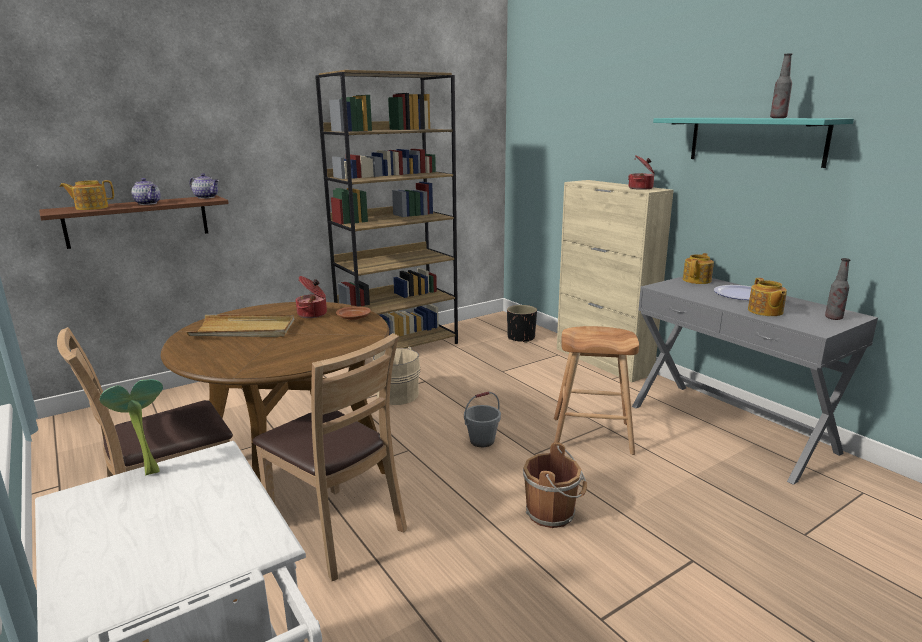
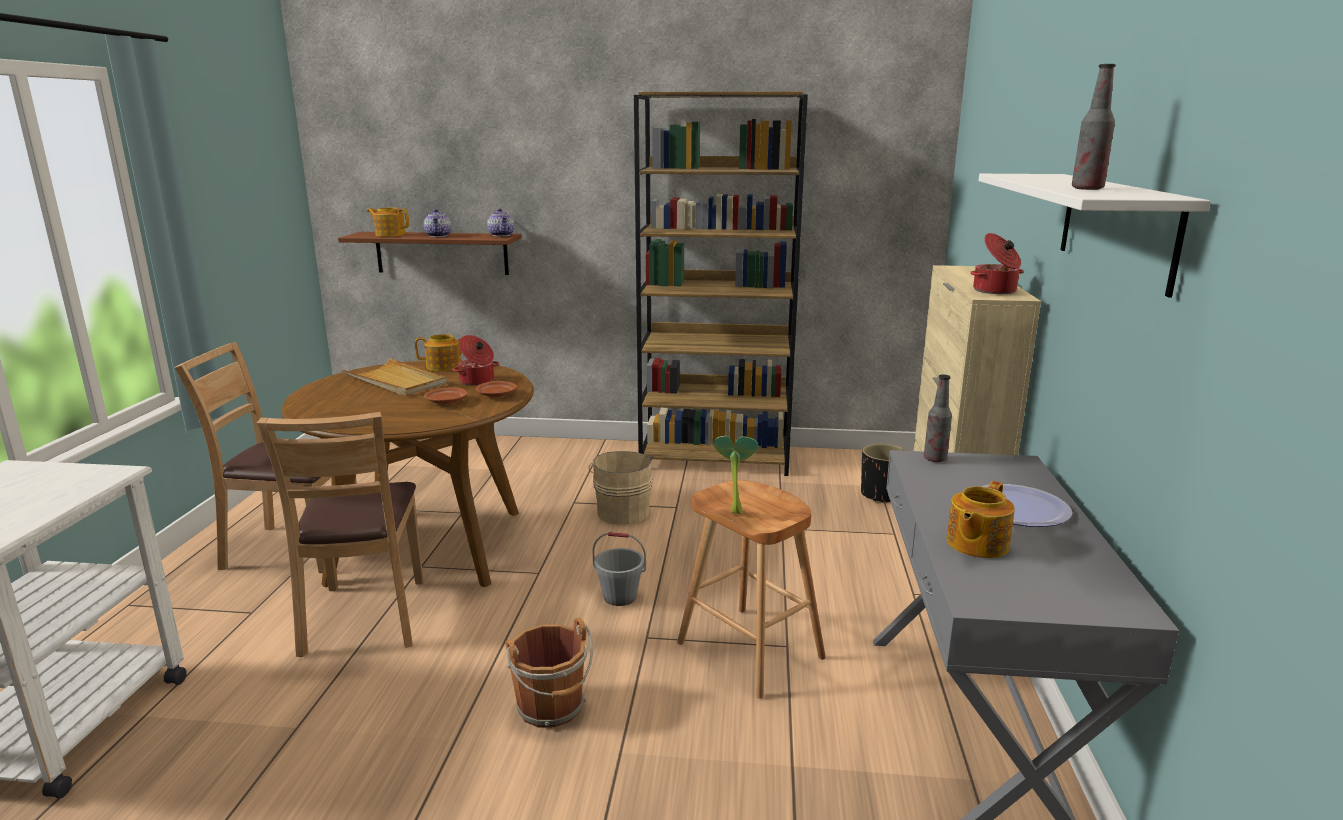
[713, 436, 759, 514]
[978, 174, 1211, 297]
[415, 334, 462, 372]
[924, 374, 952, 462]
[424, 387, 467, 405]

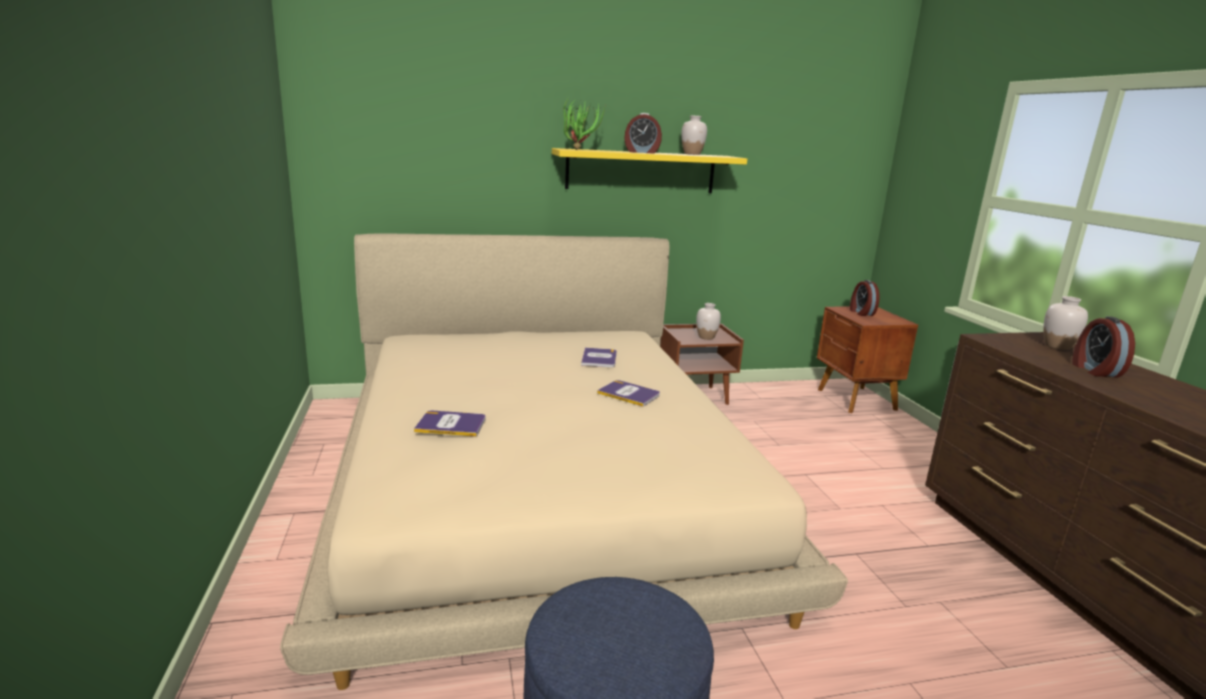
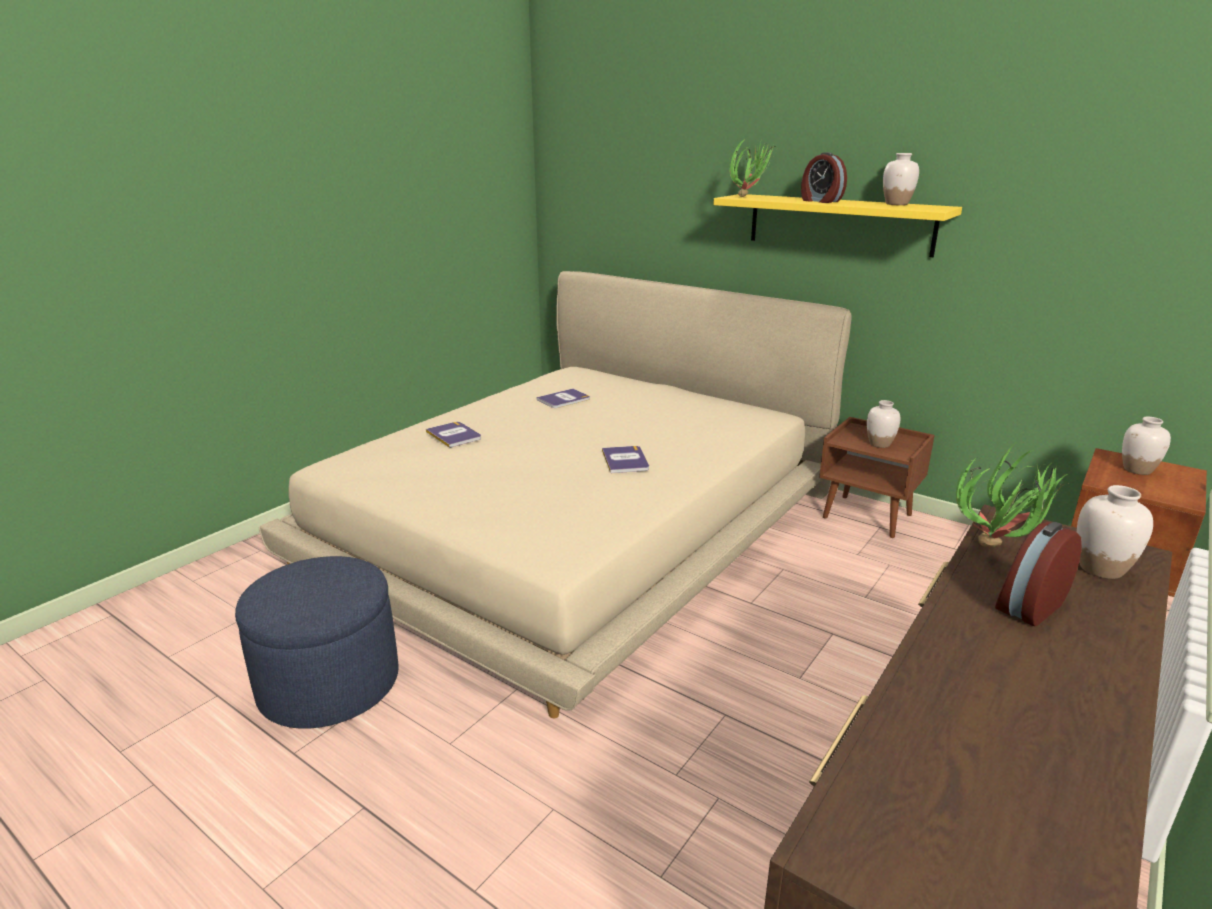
[537, 389, 590, 408]
[1122, 417, 1171, 475]
[956, 441, 1068, 547]

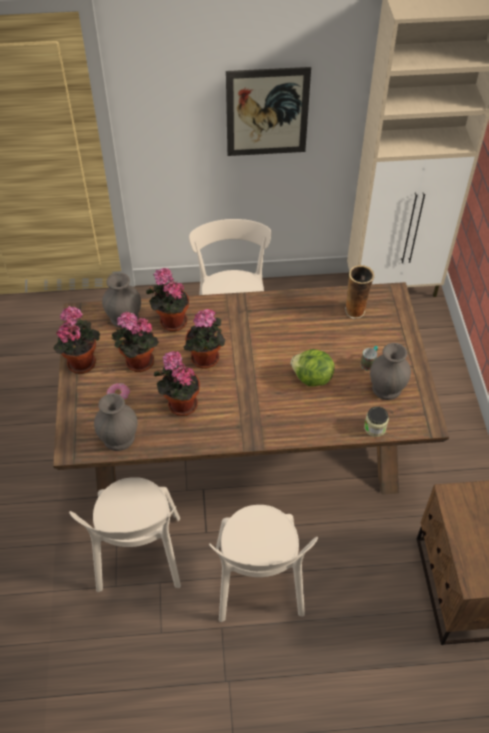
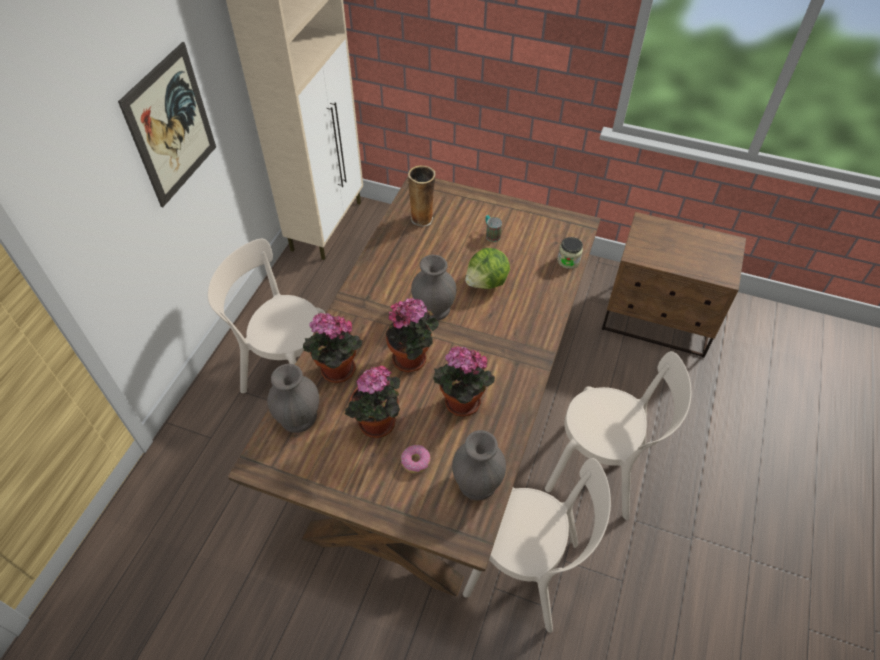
[53, 306, 100, 374] (first image)
[411, 255, 456, 321]

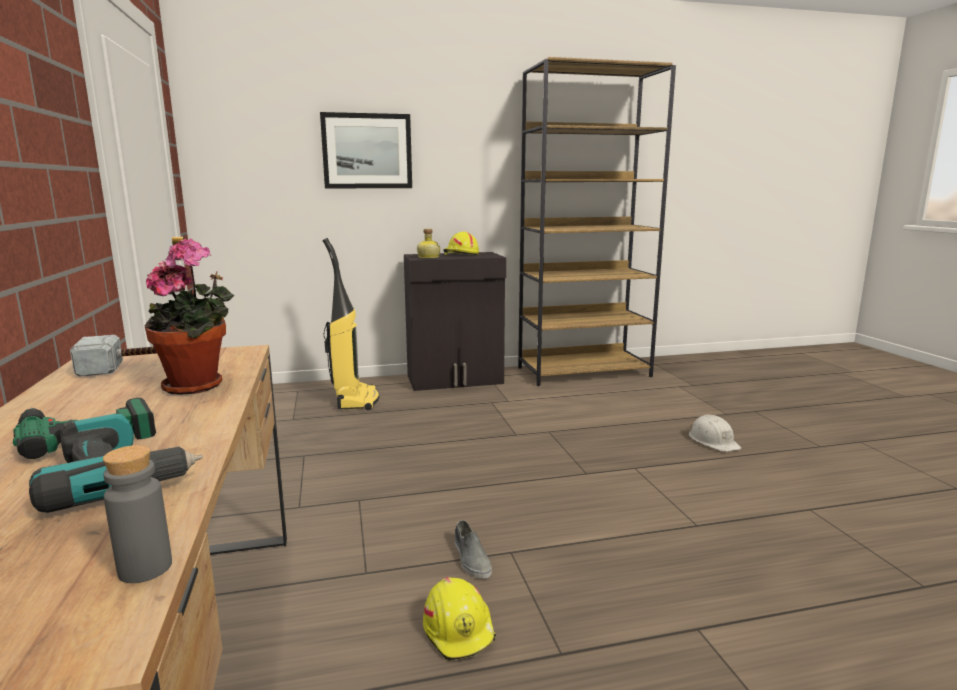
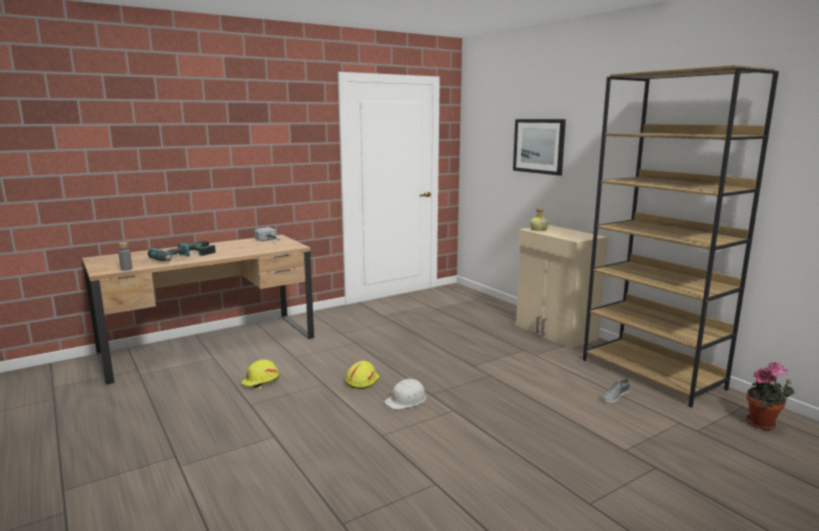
[746, 362, 794, 430]
[322, 238, 380, 410] (first image)
[516, 225, 608, 348]
[345, 361, 380, 389]
[602, 379, 630, 403]
[384, 379, 426, 409]

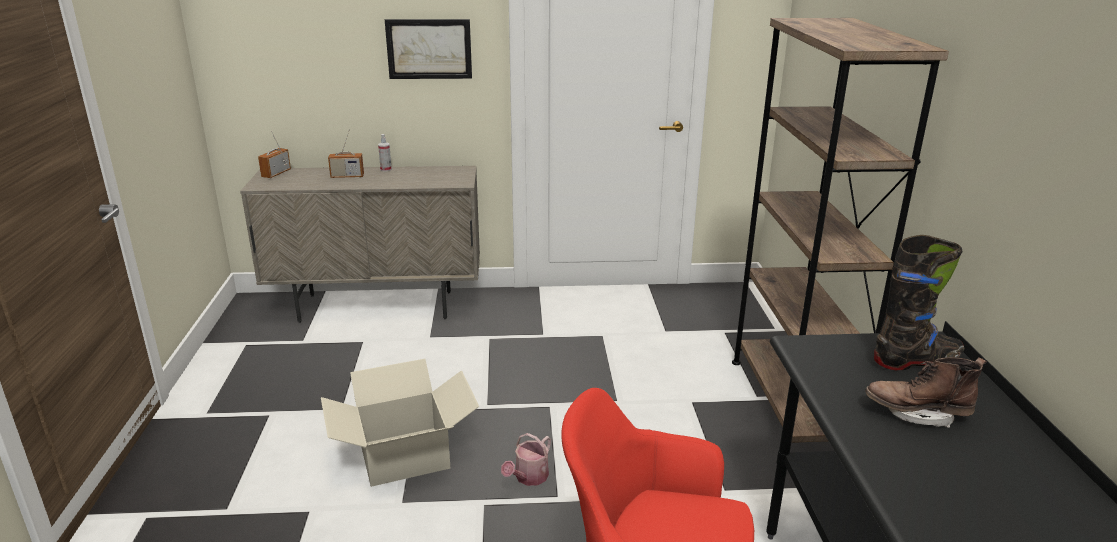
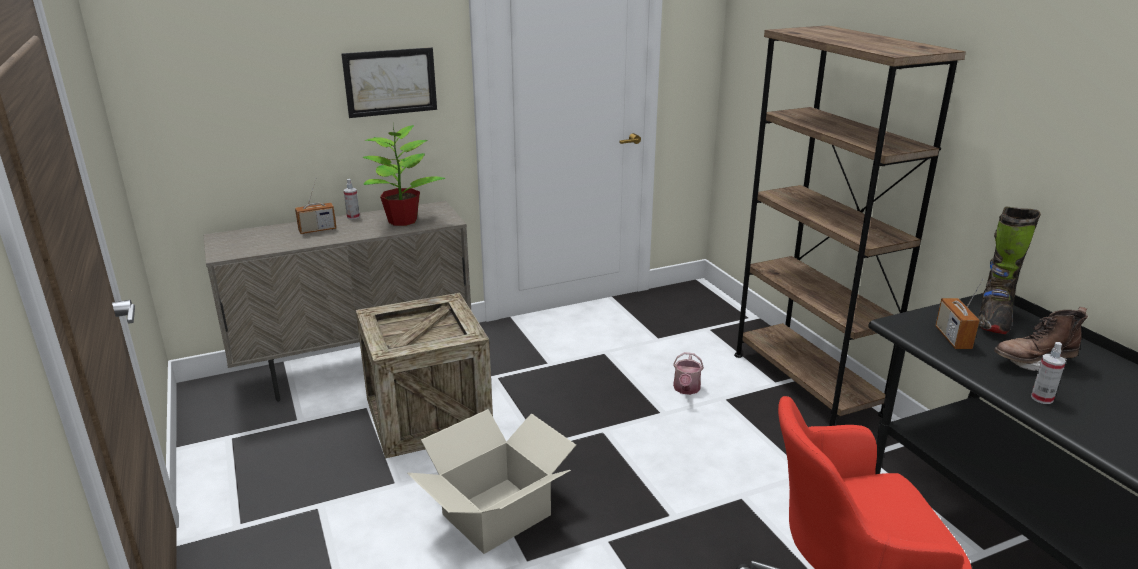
[935, 279, 983, 349]
[673, 352, 704, 395]
[978, 207, 1041, 334]
[356, 293, 493, 459]
[362, 123, 446, 226]
[1031, 342, 1066, 404]

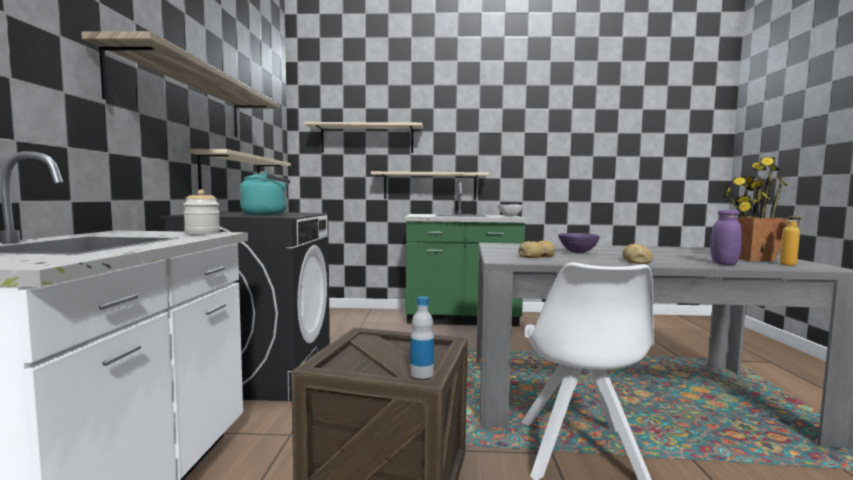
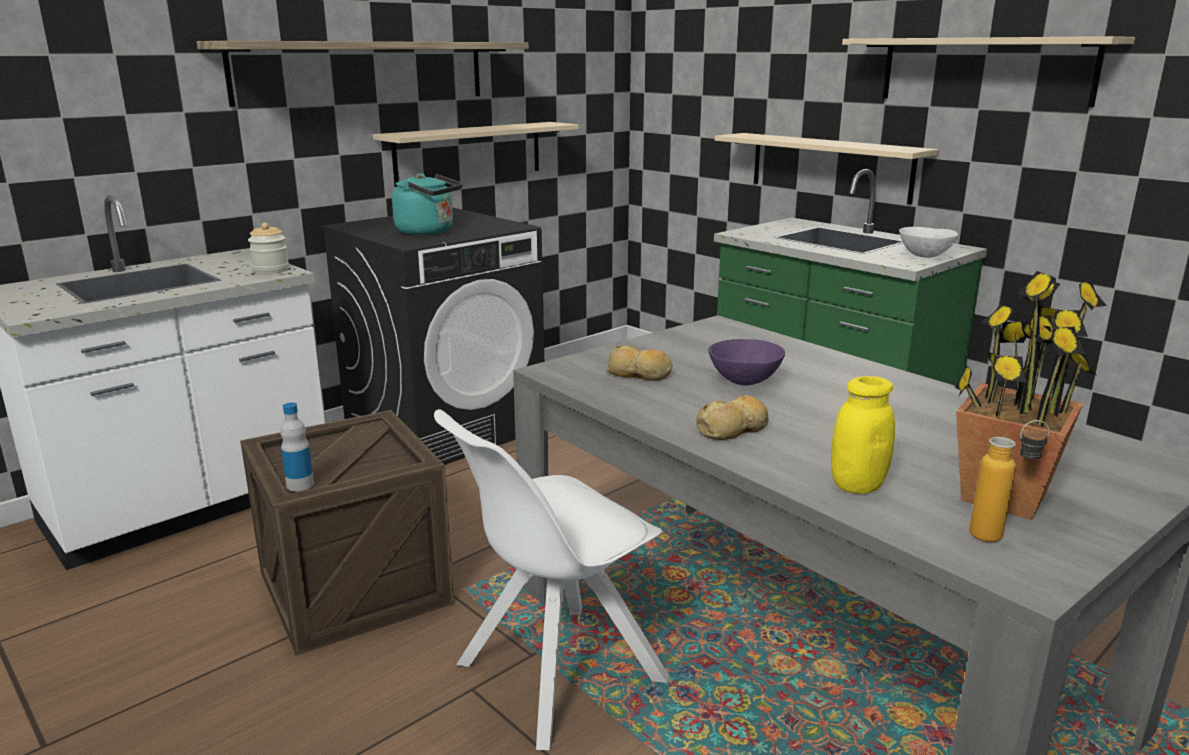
[842, 36, 1135, 108]
[831, 376, 895, 494]

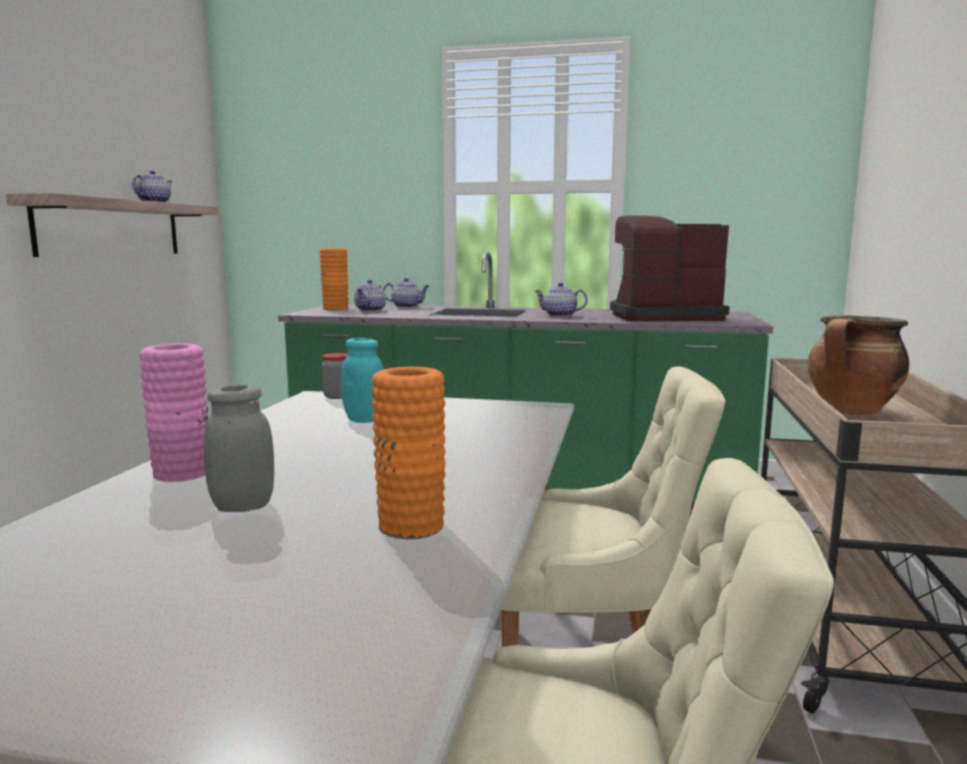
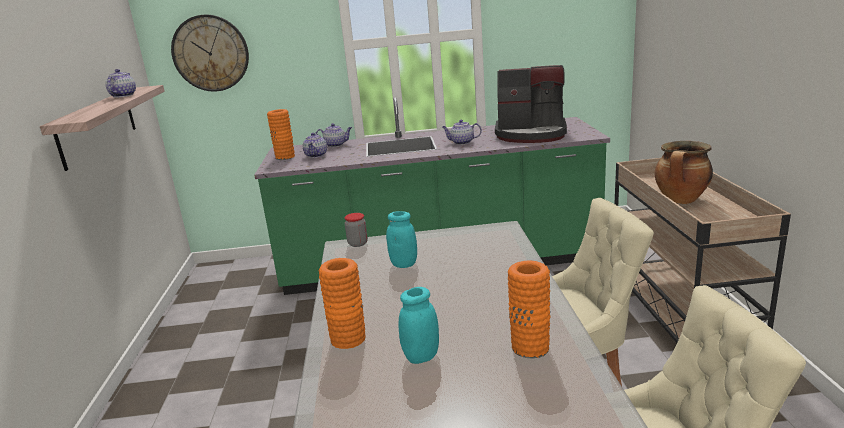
[319, 258, 366, 349]
[399, 287, 439, 364]
[495, 65, 567, 143]
[171, 15, 249, 92]

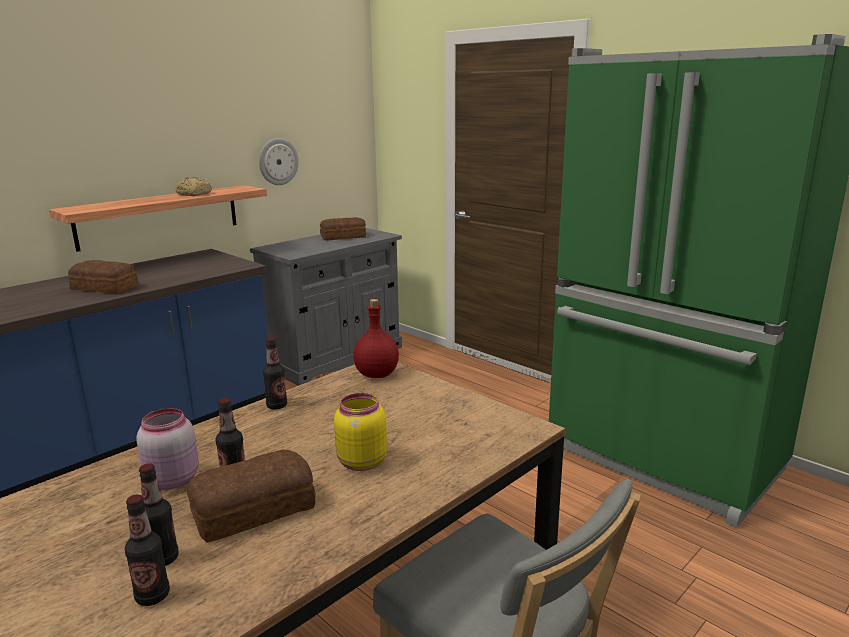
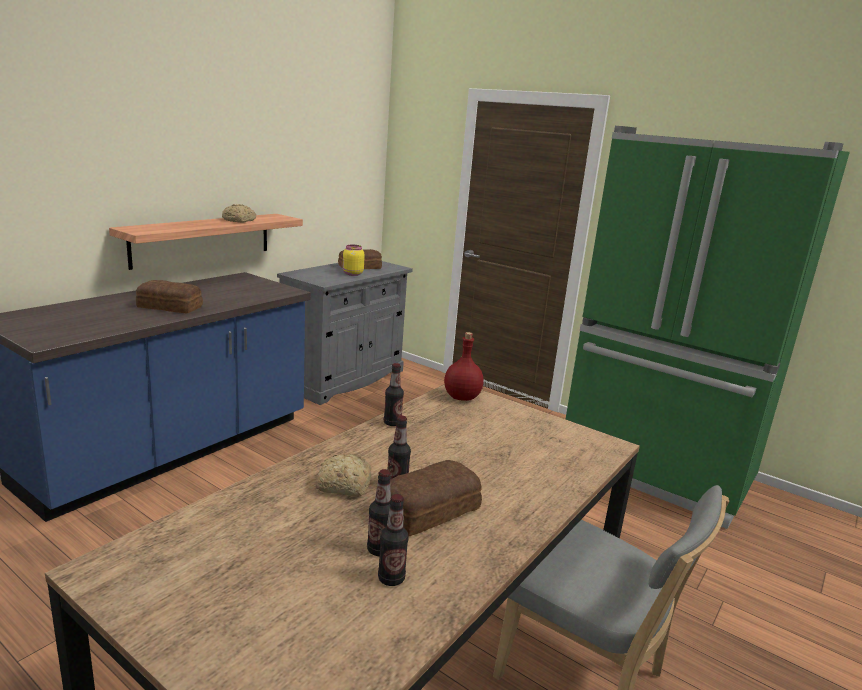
[316, 454, 372, 497]
[259, 138, 299, 185] (first image)
[343, 245, 365, 276]

